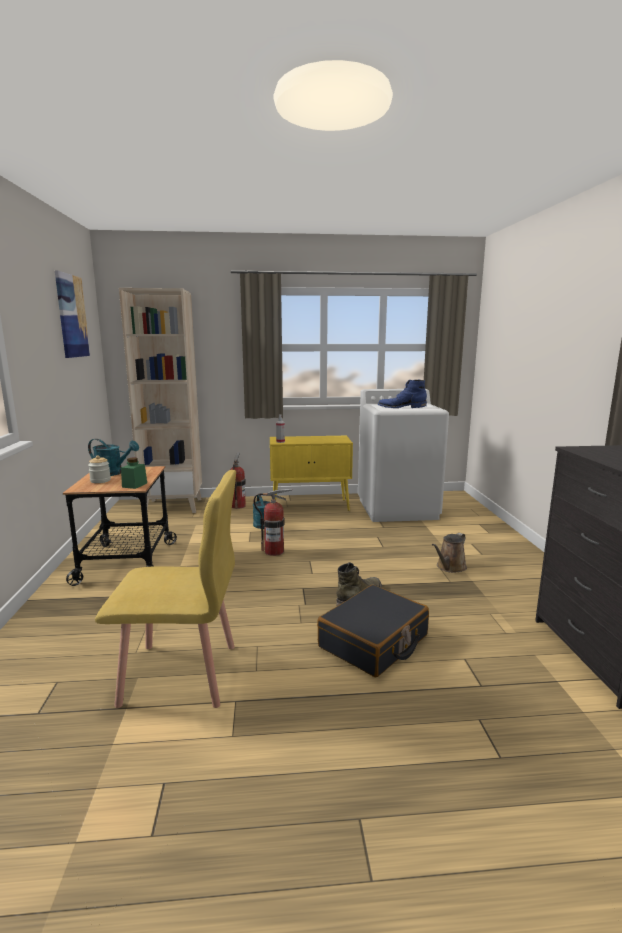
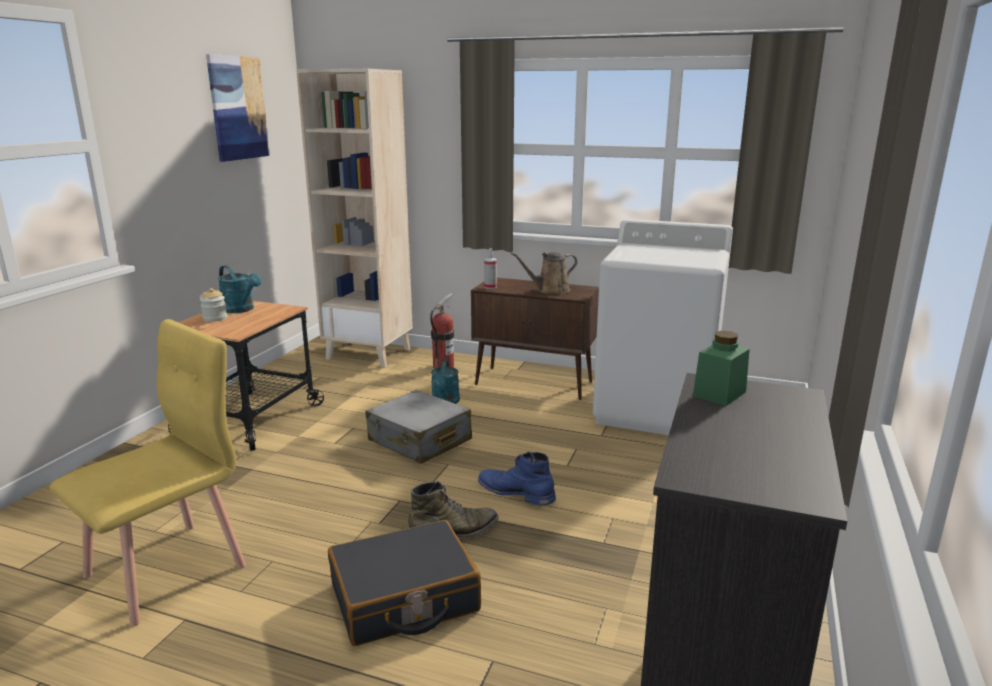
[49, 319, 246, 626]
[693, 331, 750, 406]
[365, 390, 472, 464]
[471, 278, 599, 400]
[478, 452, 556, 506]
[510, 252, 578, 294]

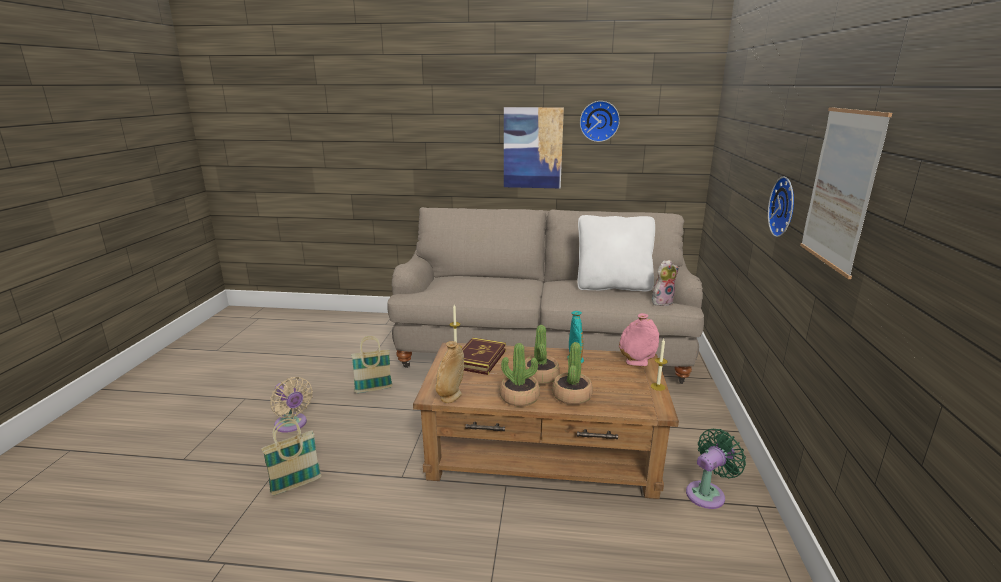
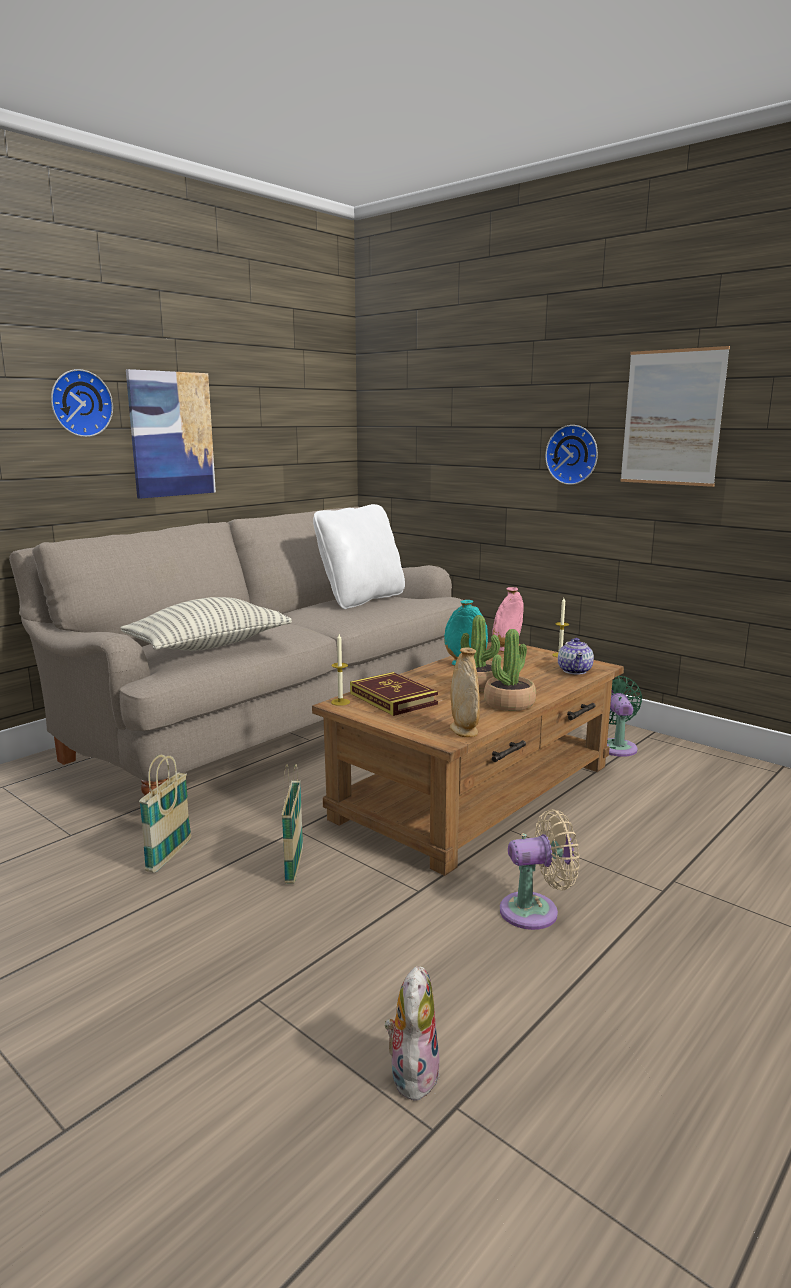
[282, 764, 303, 883]
[500, 809, 580, 930]
[552, 342, 593, 405] (first image)
[51, 369, 113, 437]
[385, 966, 440, 1101]
[121, 597, 292, 651]
[558, 638, 594, 675]

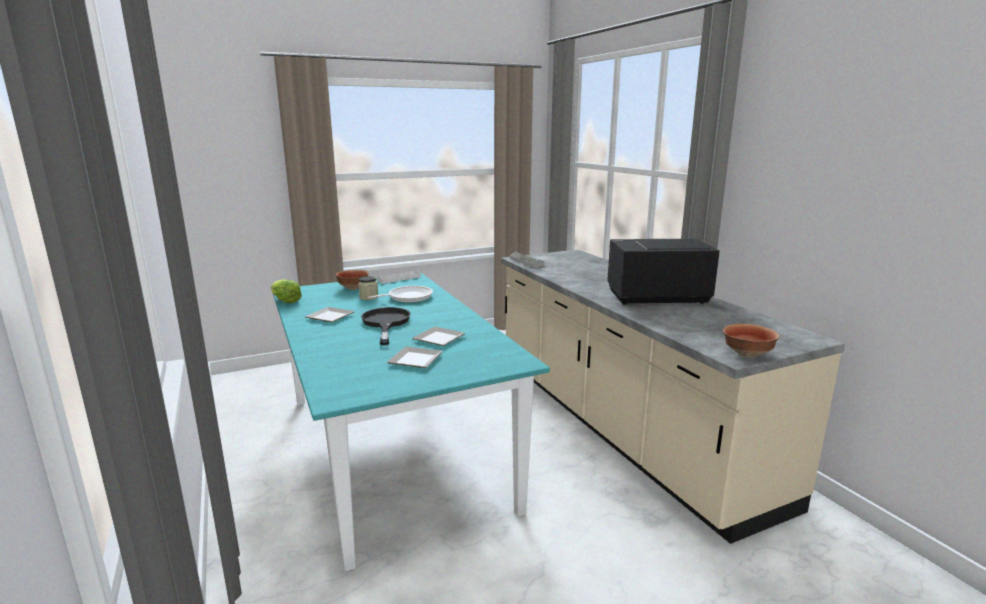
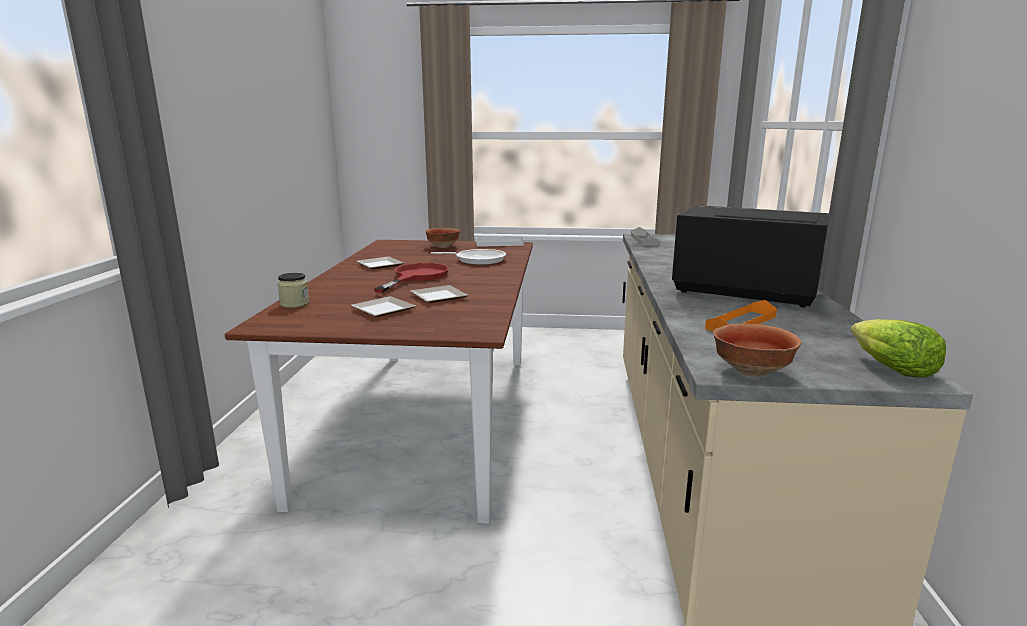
[851, 319, 946, 378]
[225, 240, 533, 524]
[278, 273, 309, 308]
[374, 263, 449, 293]
[705, 300, 777, 331]

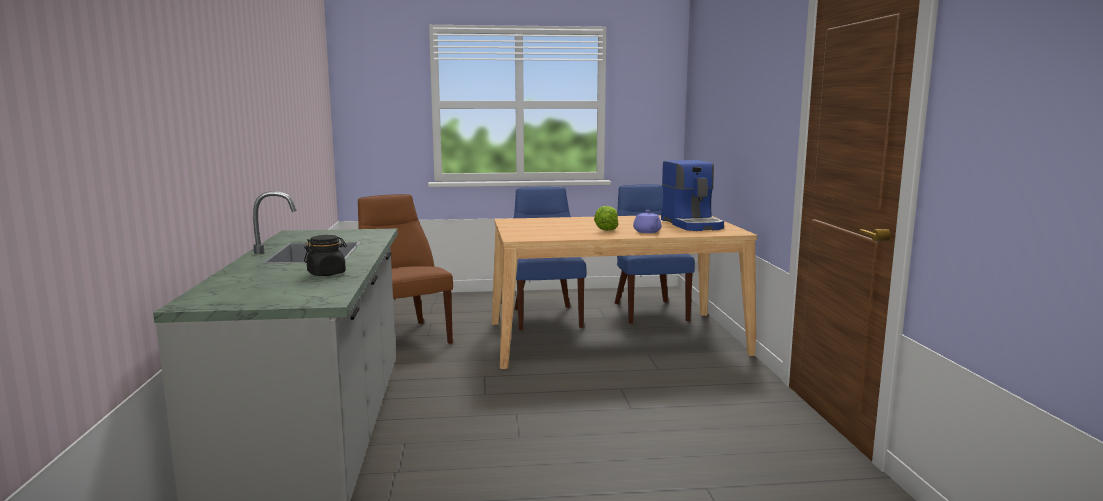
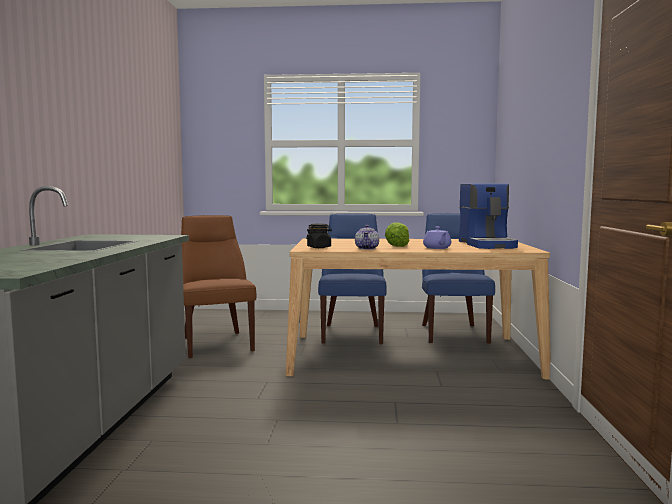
[306, 224, 332, 248]
[355, 225, 379, 250]

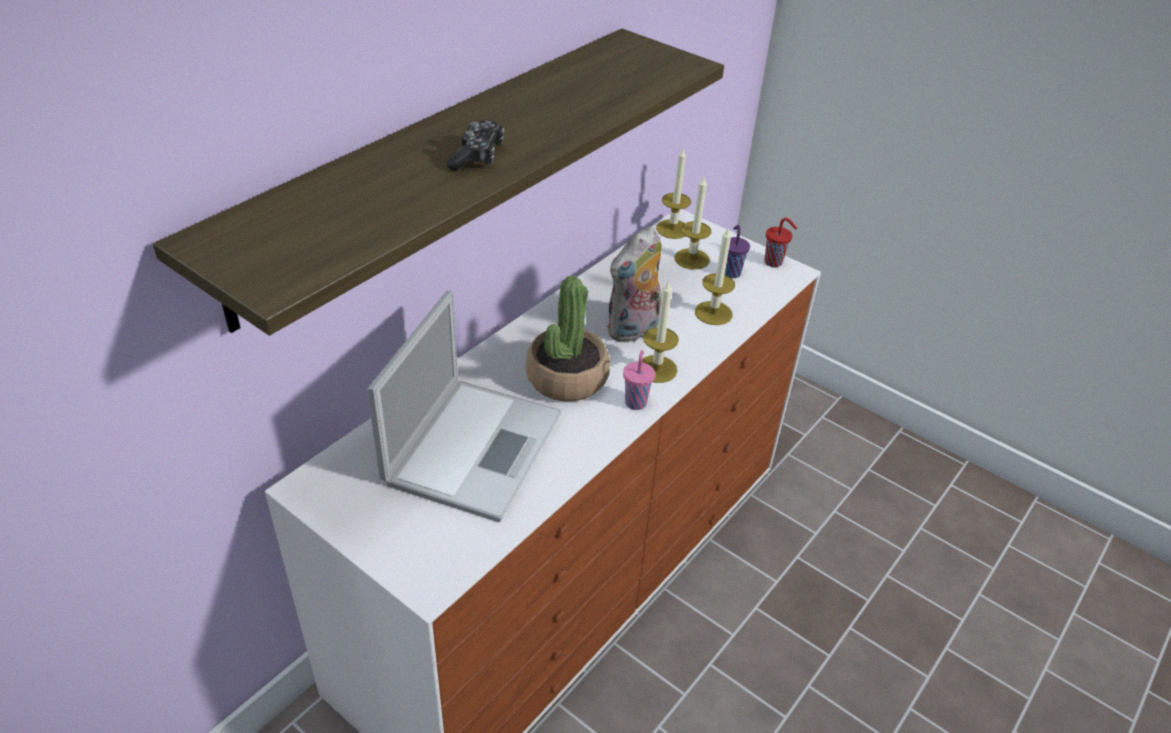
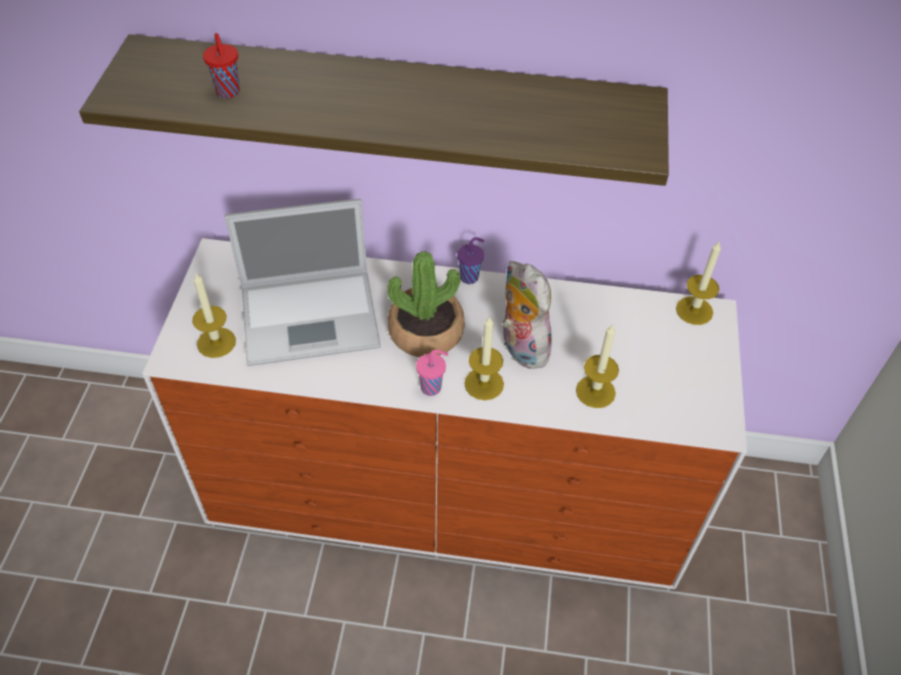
[447, 120, 504, 171] (first image)
[503, 261, 554, 369]
[192, 272, 236, 358]
[457, 237, 484, 284]
[203, 33, 240, 98]

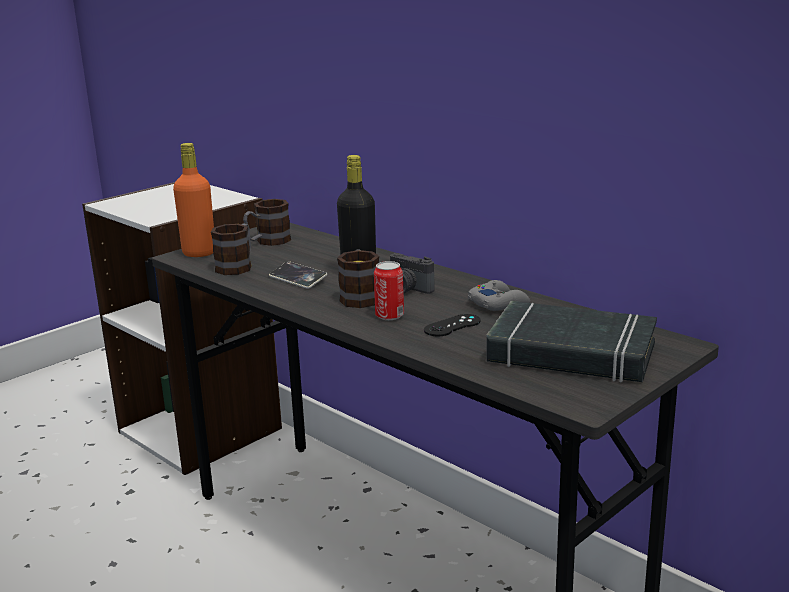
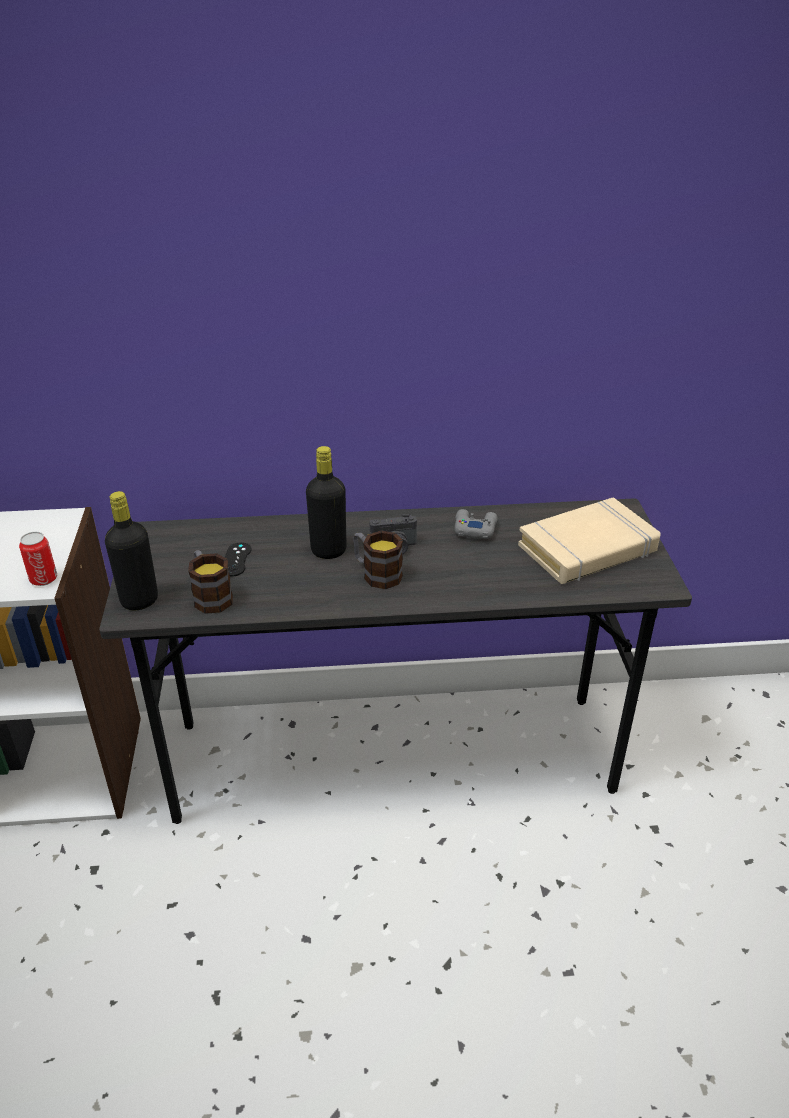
[105, 491, 158, 610]
[243, 199, 291, 246] (first image)
[269, 261, 327, 289] (first image)
[19, 532, 57, 586]
[225, 542, 252, 577]
[518, 497, 661, 584]

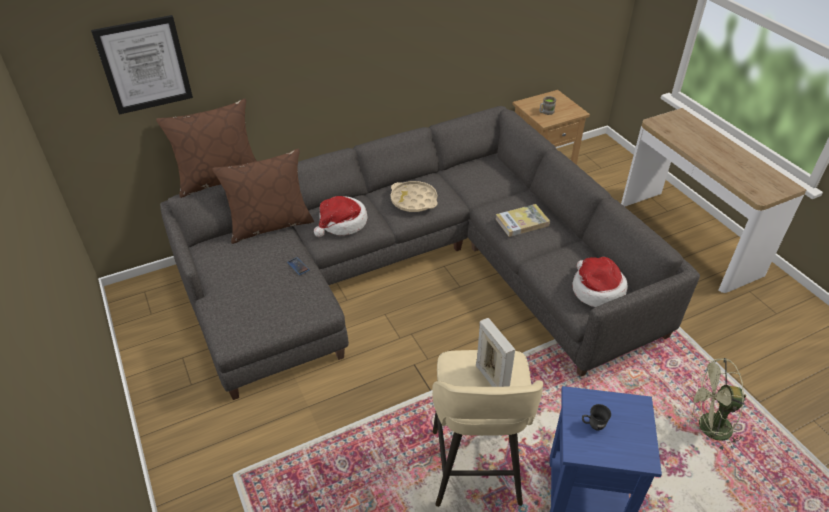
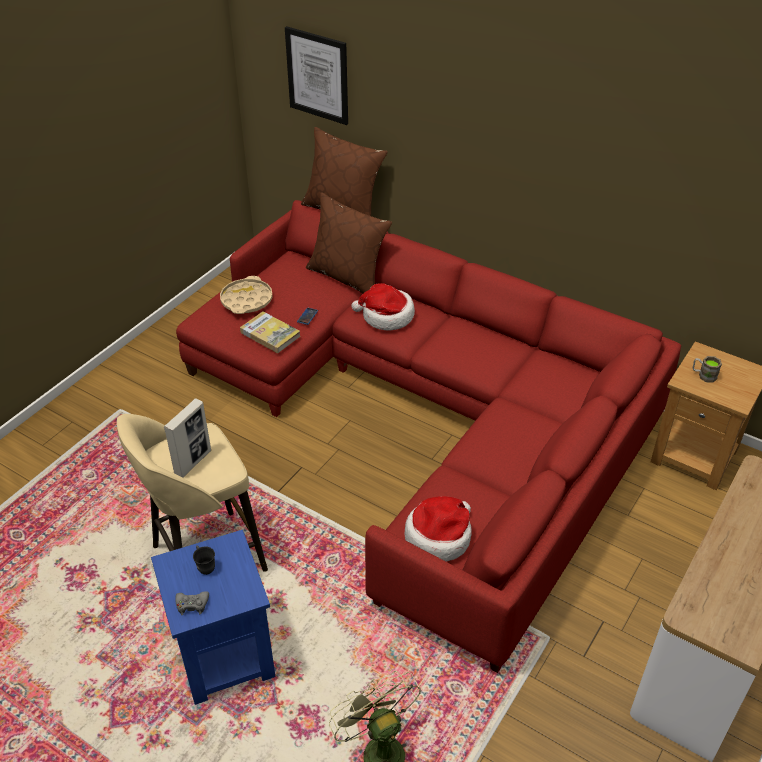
[176, 200, 681, 673]
[220, 276, 273, 314]
[240, 311, 300, 353]
[175, 591, 209, 615]

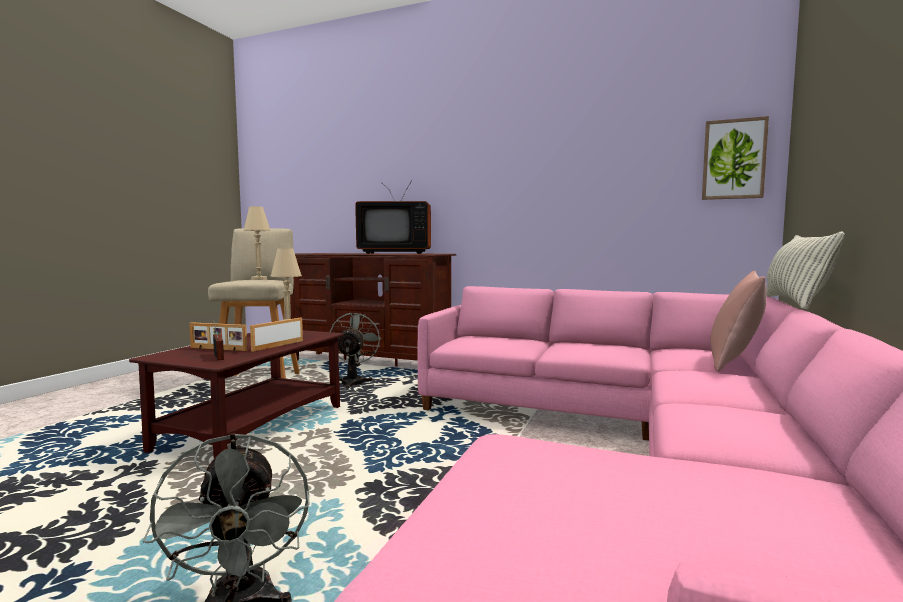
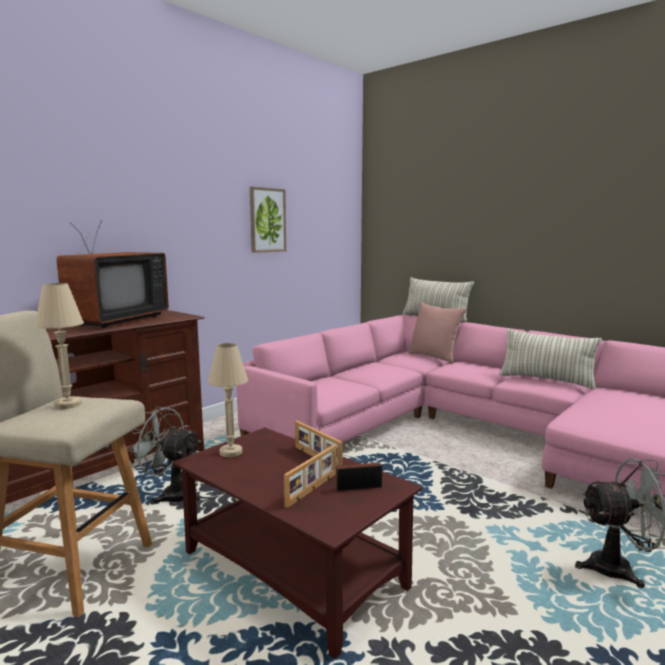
[250, 187, 286, 253]
[499, 329, 602, 389]

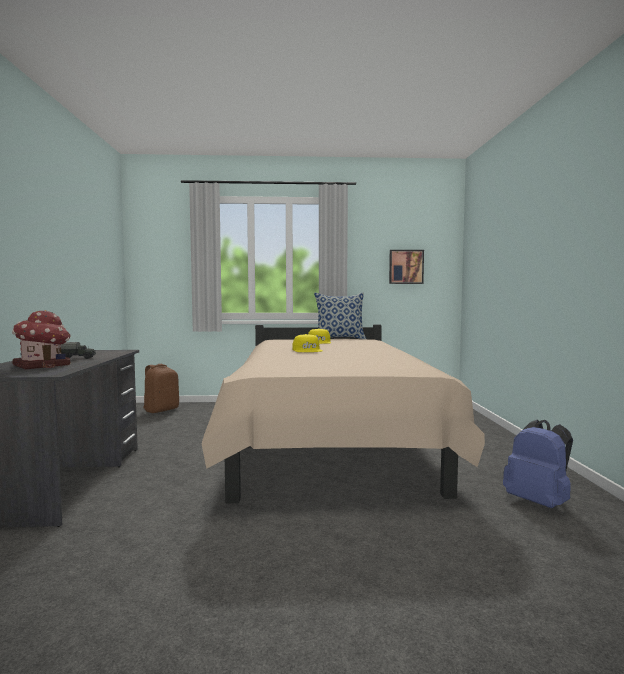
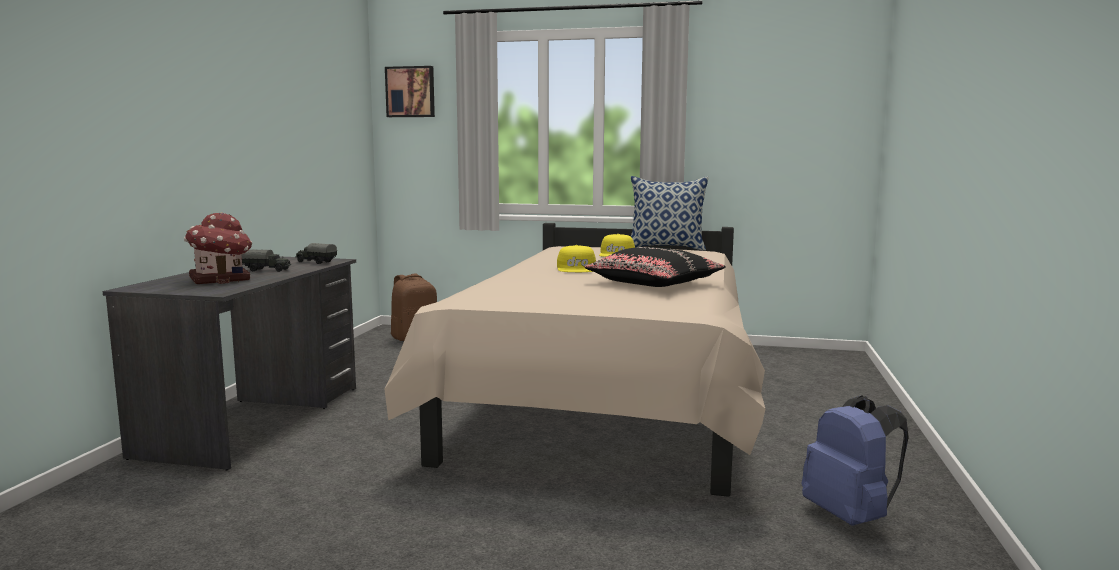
[385, 66, 435, 117]
[295, 243, 337, 264]
[584, 247, 726, 287]

